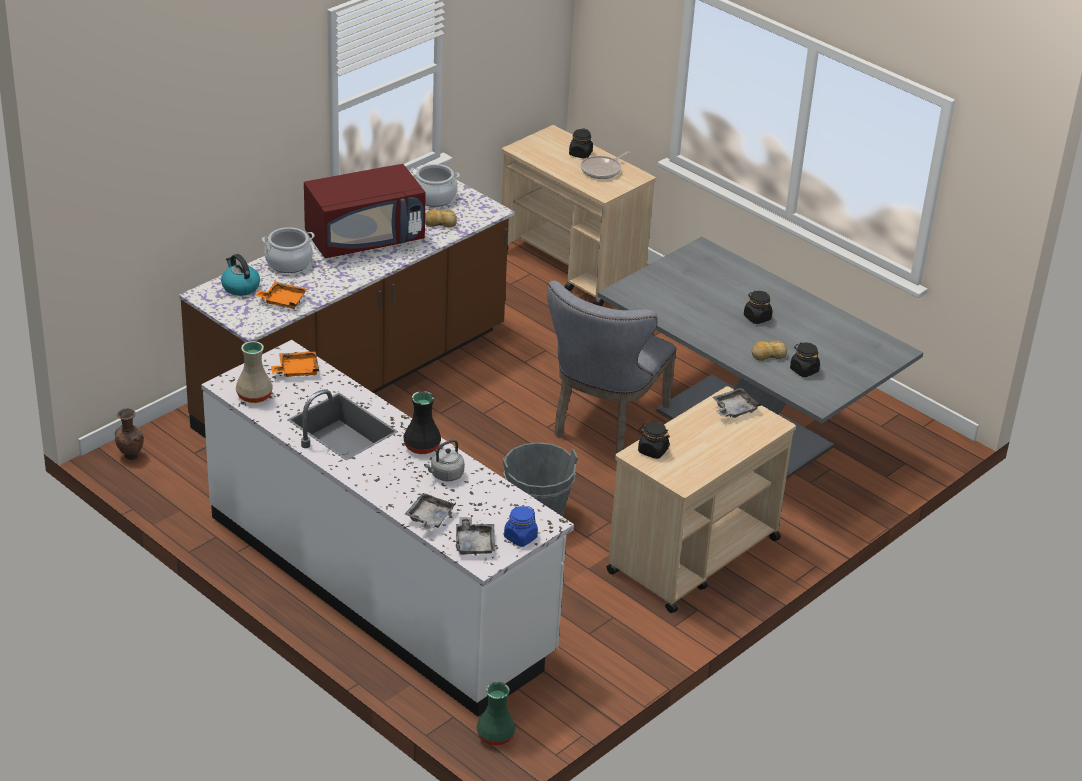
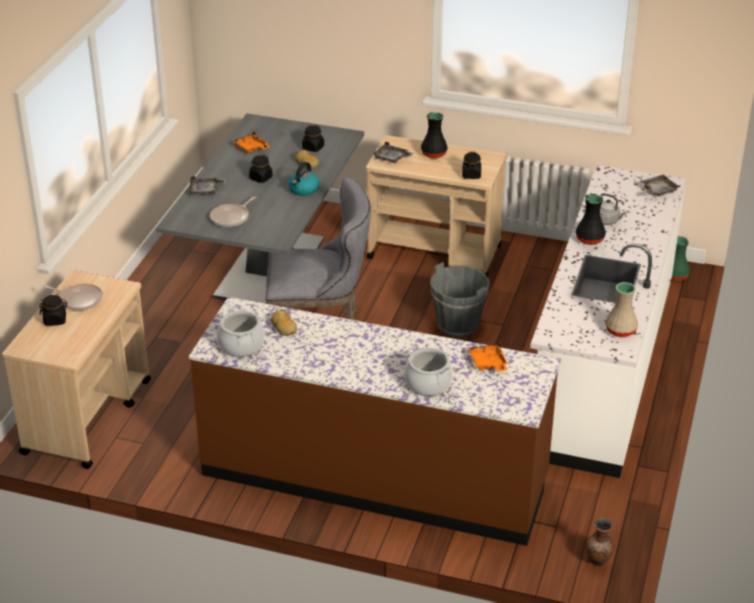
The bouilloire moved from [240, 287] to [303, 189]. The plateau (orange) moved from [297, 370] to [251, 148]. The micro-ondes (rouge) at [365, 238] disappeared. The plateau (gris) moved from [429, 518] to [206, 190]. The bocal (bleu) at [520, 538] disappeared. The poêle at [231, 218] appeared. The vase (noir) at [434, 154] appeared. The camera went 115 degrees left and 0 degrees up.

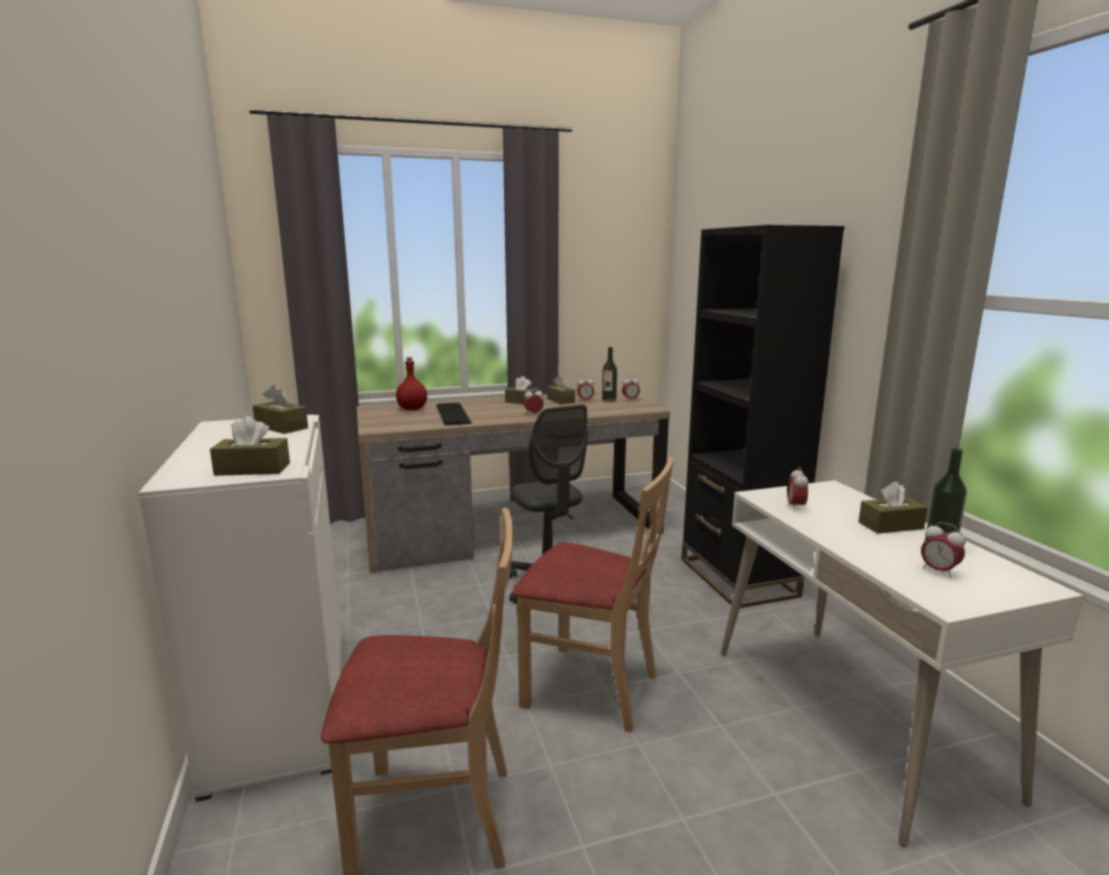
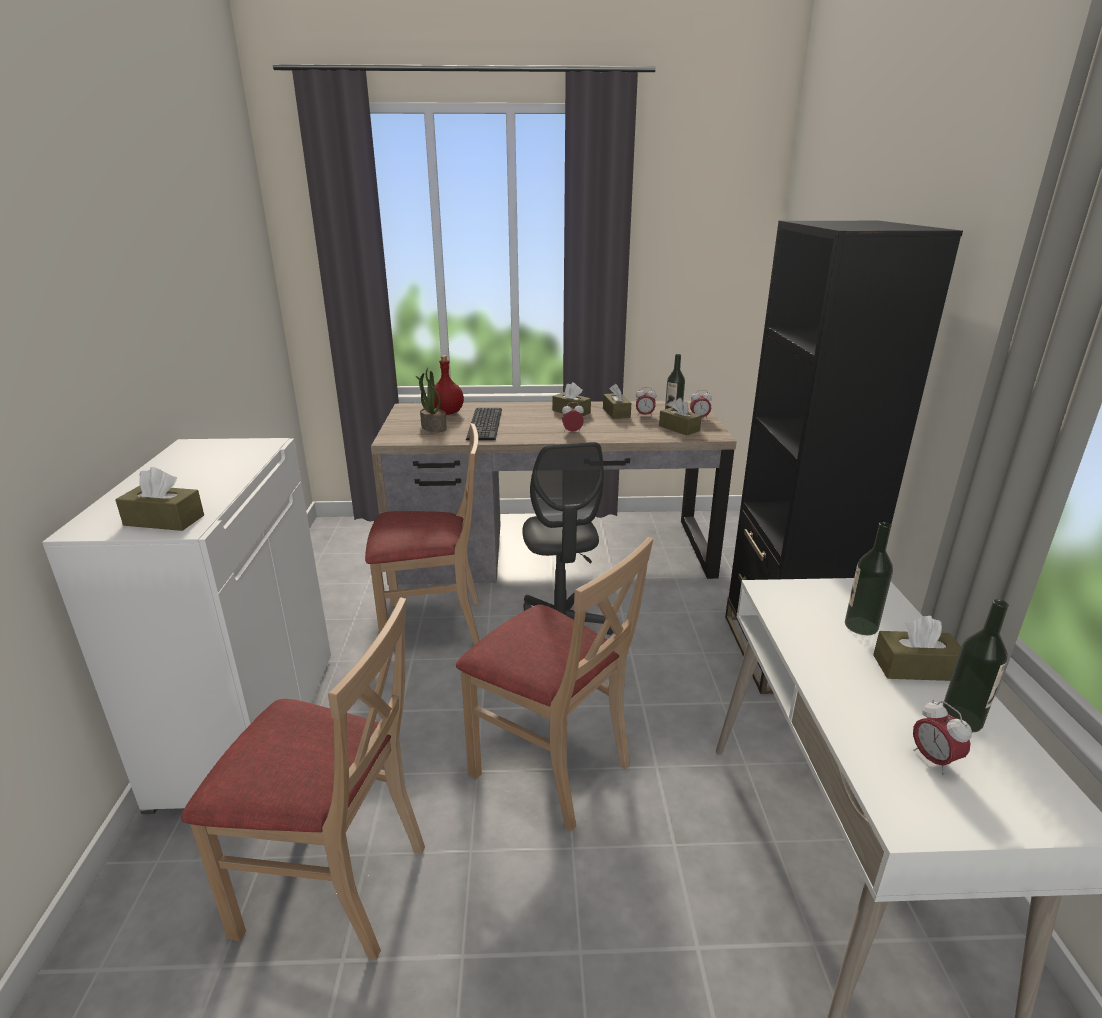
The boîte à mouchoirs (marron) moved from [281, 427] to [679, 428]. The réveil at [795, 507] disappeared. The chaise (beige) at [433, 624] appeared. The plante en pot at [433, 427] appeared. The bouteille at [861, 626] appeared. The camera went 15 degrees right and 10 degrees up.

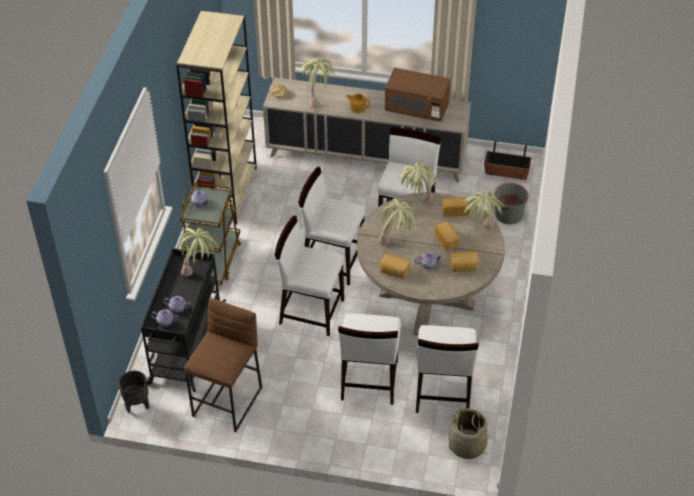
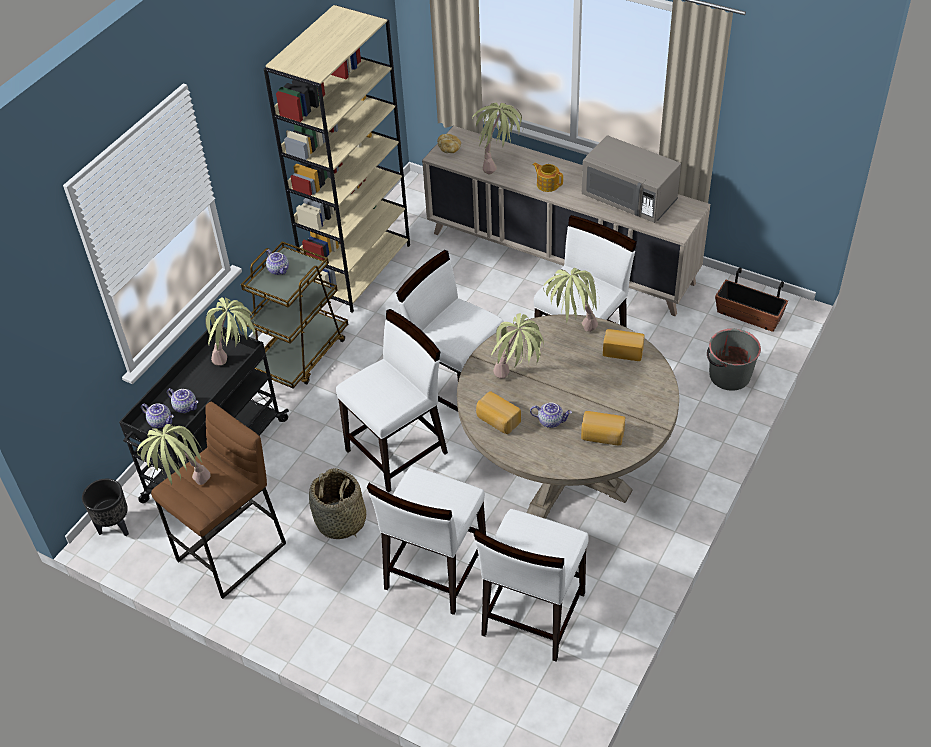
The chaise (blanc) at [311, 311] turned 105 degrees clockwise. The micro-ondes (marron) at [417, 108] became the micro-ondes (gris) at [629, 199]. The pain at [447, 240] disappeared. The panier moved from [467, 445] to [341, 521]. The plante en pot moved from [480, 232] to [183, 488]. The camera went 20 degrees right and 0 degrees up.

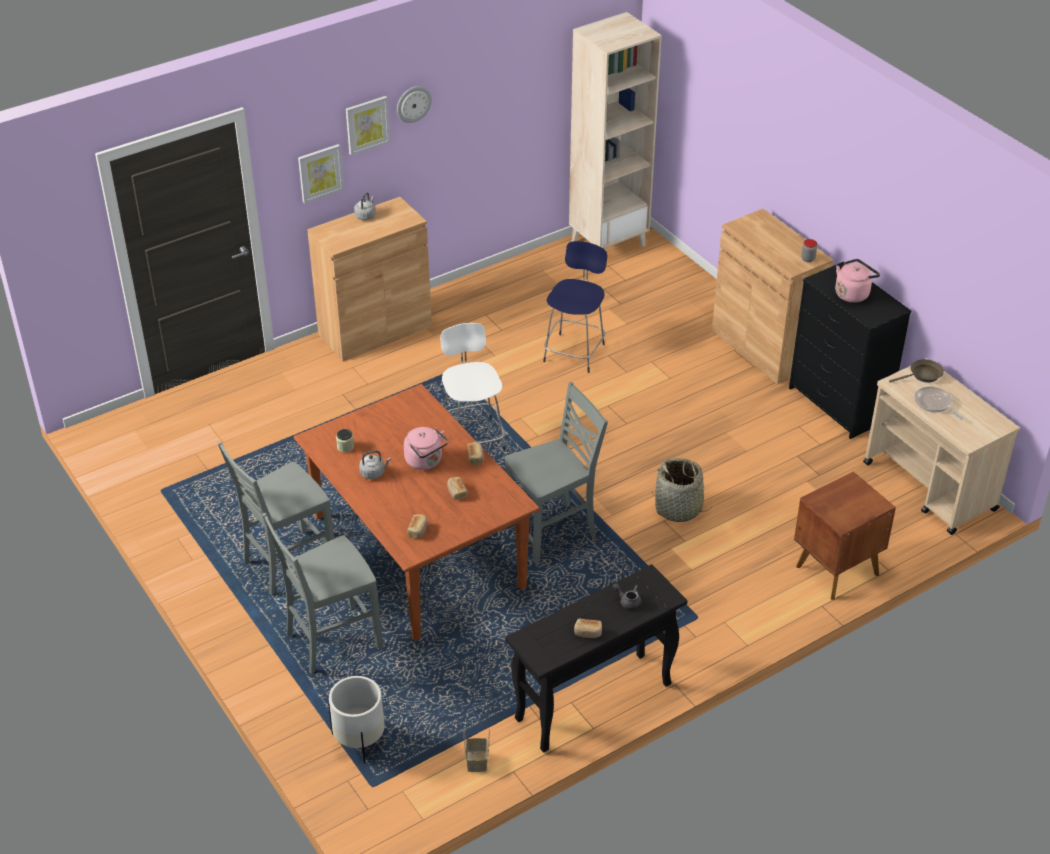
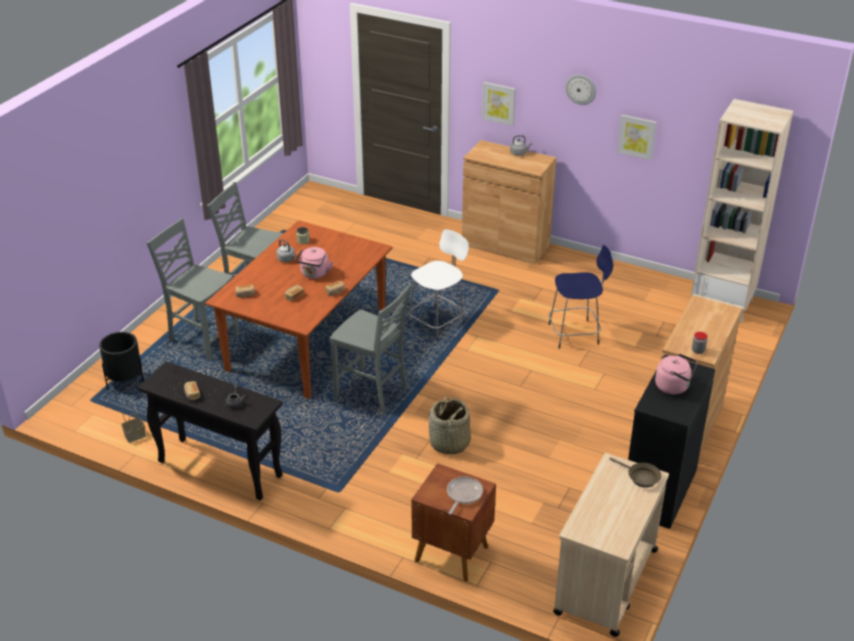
The cache-pot (blanc) at [359, 740] became the cache-pot (noir) at [125, 381]. The tableau moved from [367, 124] to [637, 136]. The poêle moved from [934, 404] to [463, 494]. The camera went 60 degrees right and 5 degrees down.

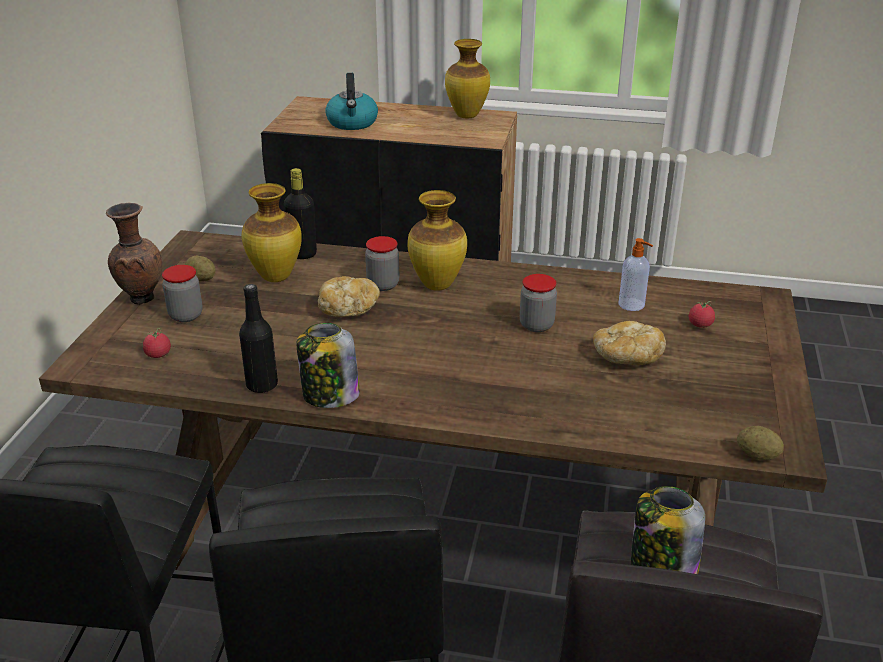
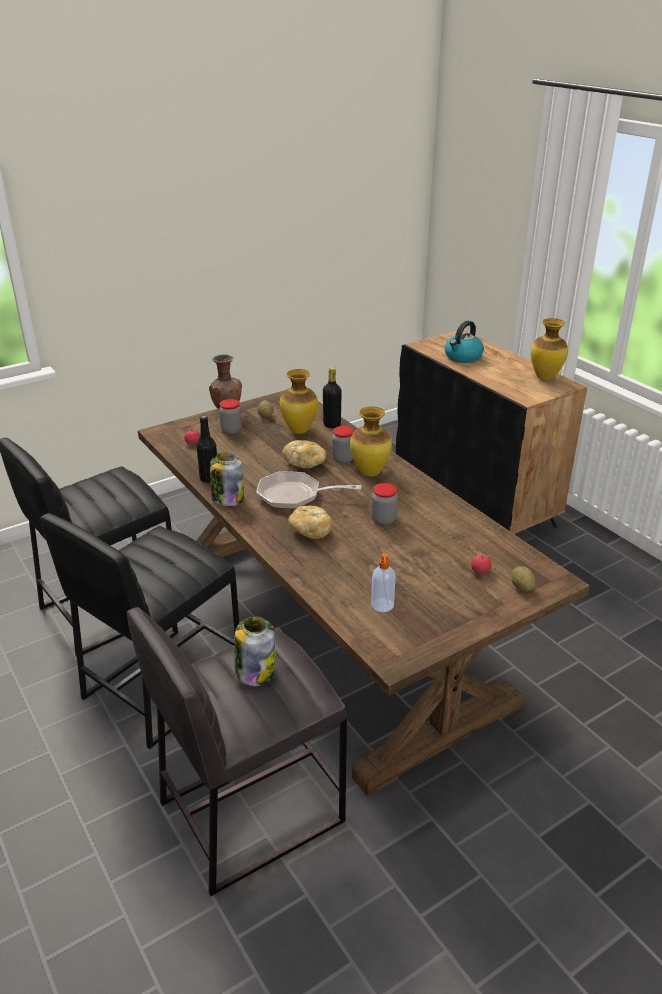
The pain moved from [626, 358] to [310, 531]. The distributeur de savon moved from [632, 305] to [382, 606]. The pomme de terre moved from [757, 455] to [522, 587]. The poêle at [294, 495] appeared. The camera went 45 degrees right and 0 degrees up.

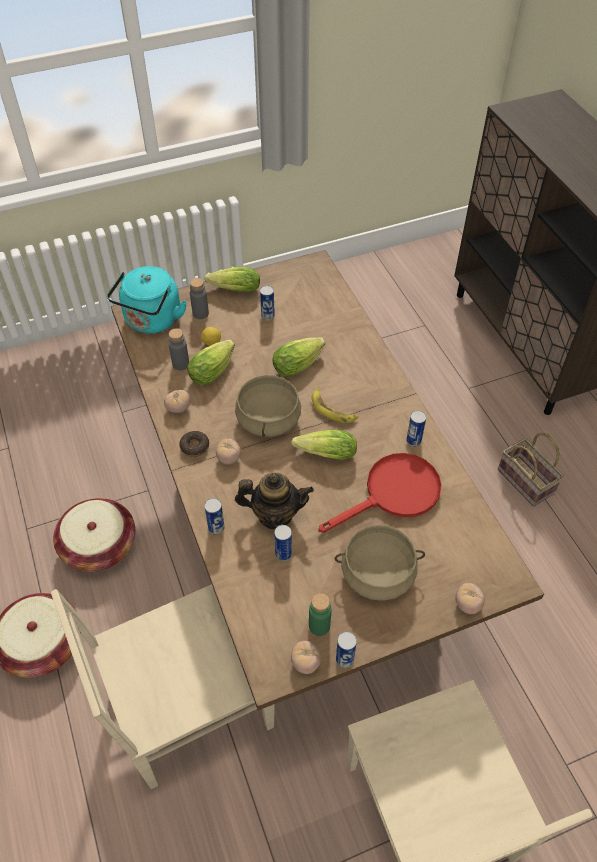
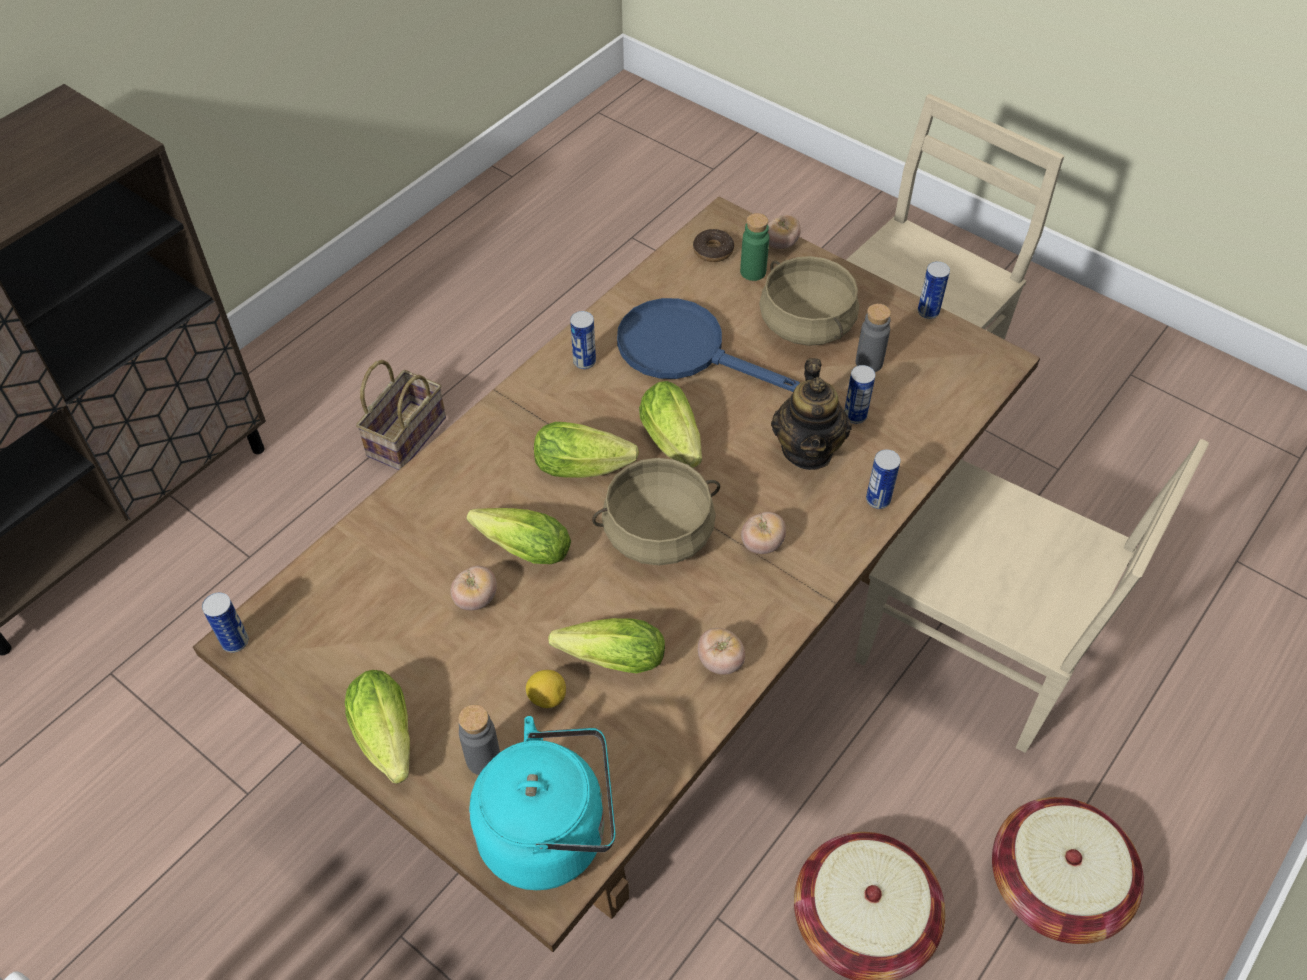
The bouteille (gris) moved from [180, 364] to [869, 362]. The beignet moved from [194, 447] to [713, 251]. The théière at [275, 514] turned 150 degrees counterclockwise. The boîte métallique moved from [267, 316] to [235, 641]. The tomate moved from [305, 662] to [476, 599]. The bouteille (vert) moved from [319, 626] to [753, 272]. The banane at [332, 409] was replaced by the laitue at [587, 466]. The poêle (rouge) at [393, 494] became the poêle (bleu) at [685, 350]. The camera went 120 degrees left and 0 degrees up.

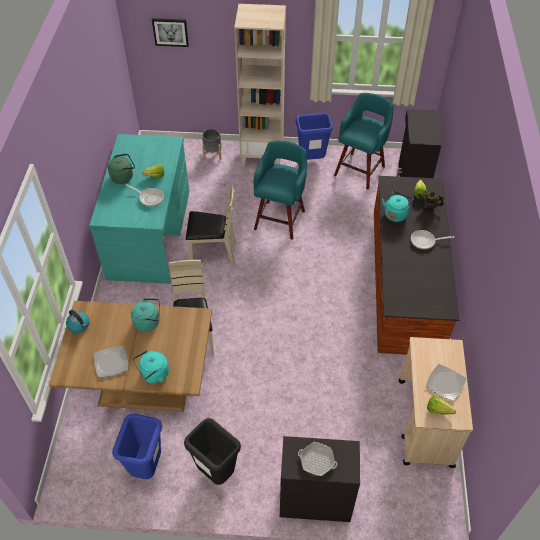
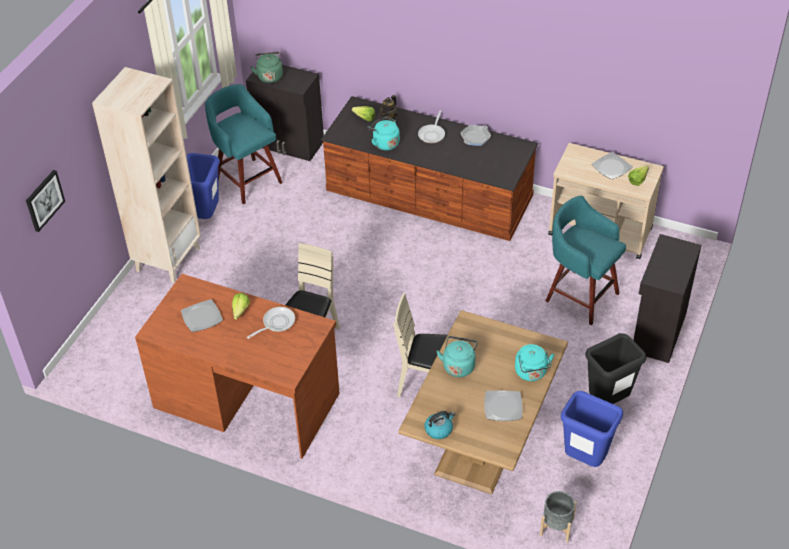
The bureau (turquoise) at [150, 234] became the bureau (marron) at [246, 399]. The bouilloire (vert) moved from [123, 176] to [269, 76]. The cache-pot (gris) moved from [212, 154] to [556, 527]. The tabouret (turquoise) moved from [280, 219] to [580, 296]. The poêle moved from [317, 461] to [475, 137]. The assiette at [201, 317] appeared. The camera went 70 degrees left and 5 degrees down.

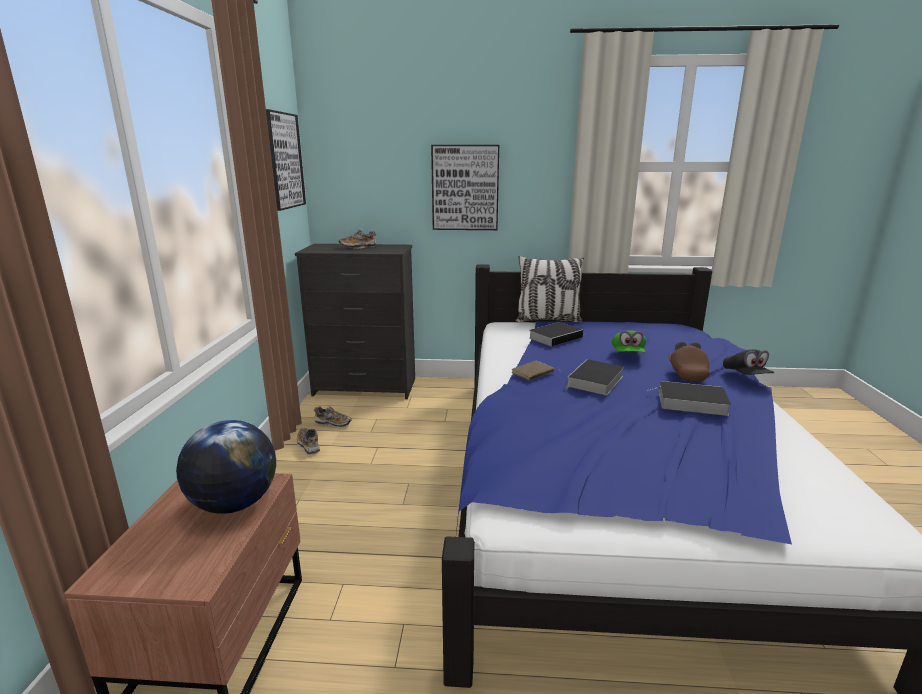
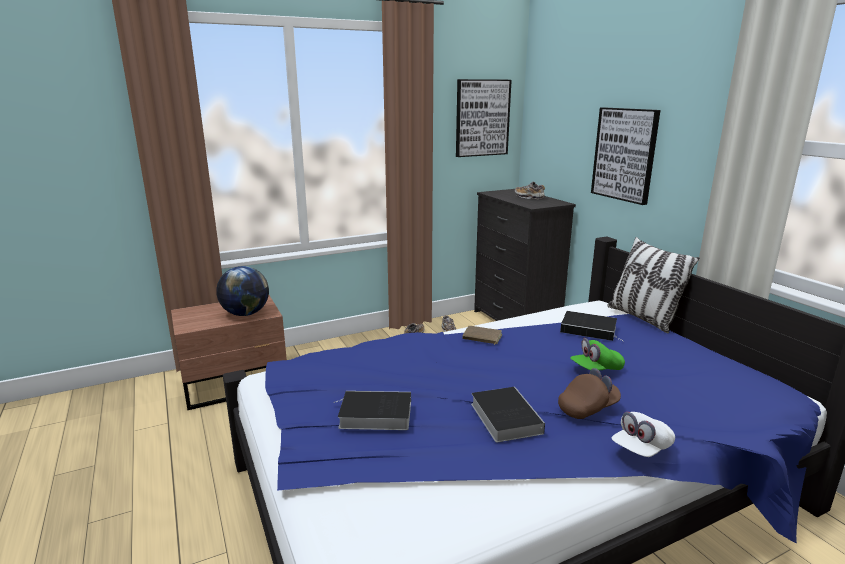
The livre moved from [595, 381] to [373, 415]. The casquette (noir) at [746, 375] became the casquette (blanc) at [641, 448]. The camera went 60 degrees right and 0 degrees up.

